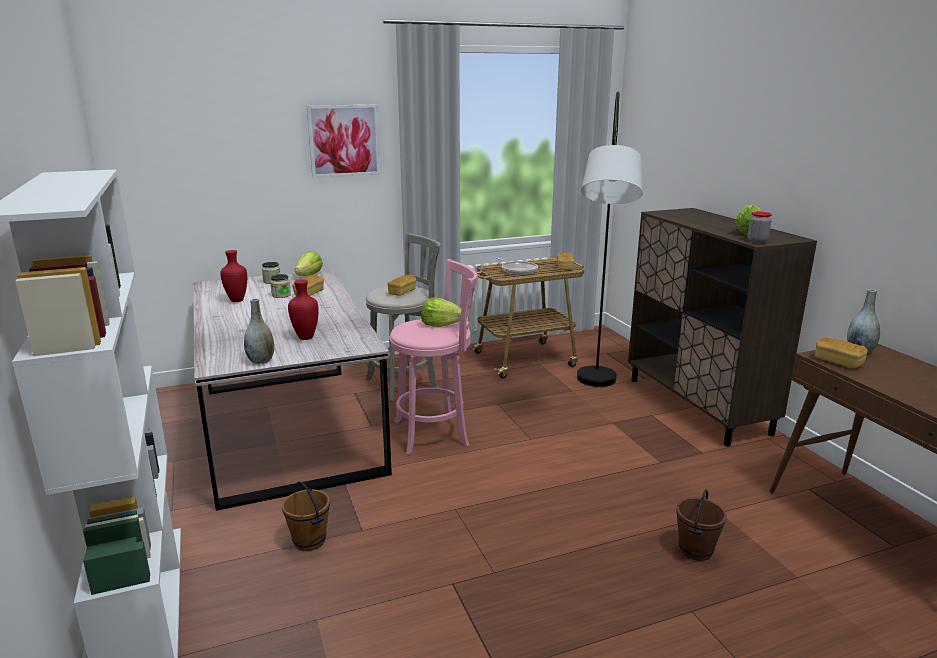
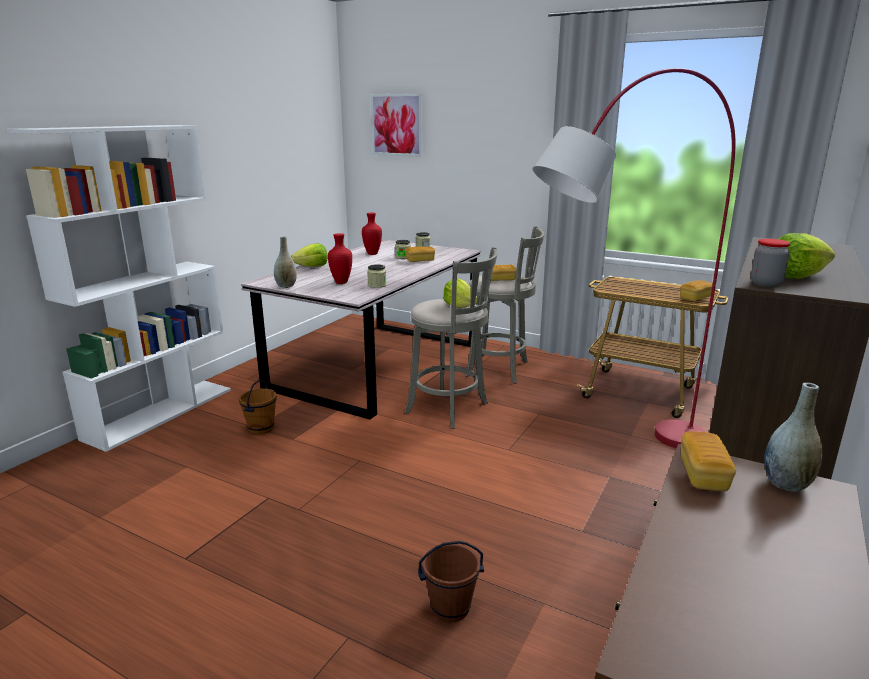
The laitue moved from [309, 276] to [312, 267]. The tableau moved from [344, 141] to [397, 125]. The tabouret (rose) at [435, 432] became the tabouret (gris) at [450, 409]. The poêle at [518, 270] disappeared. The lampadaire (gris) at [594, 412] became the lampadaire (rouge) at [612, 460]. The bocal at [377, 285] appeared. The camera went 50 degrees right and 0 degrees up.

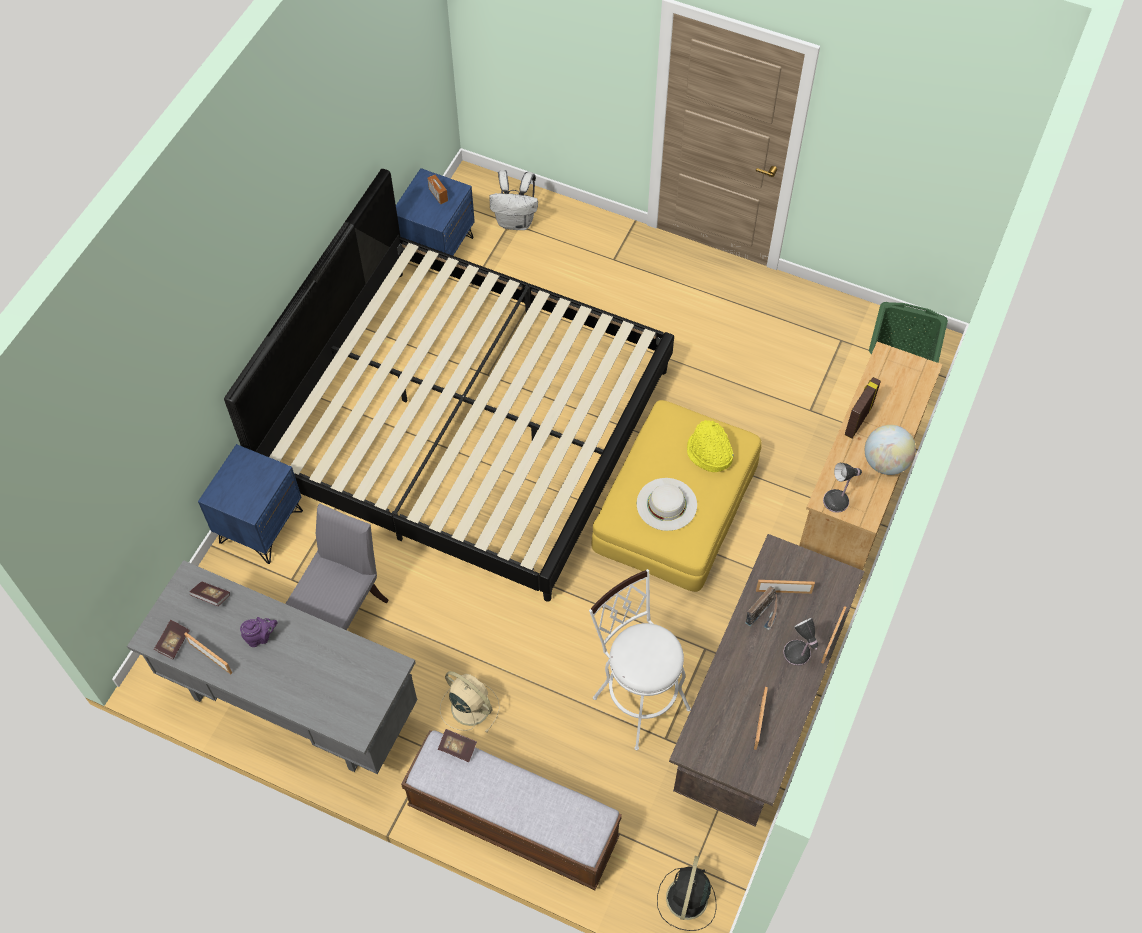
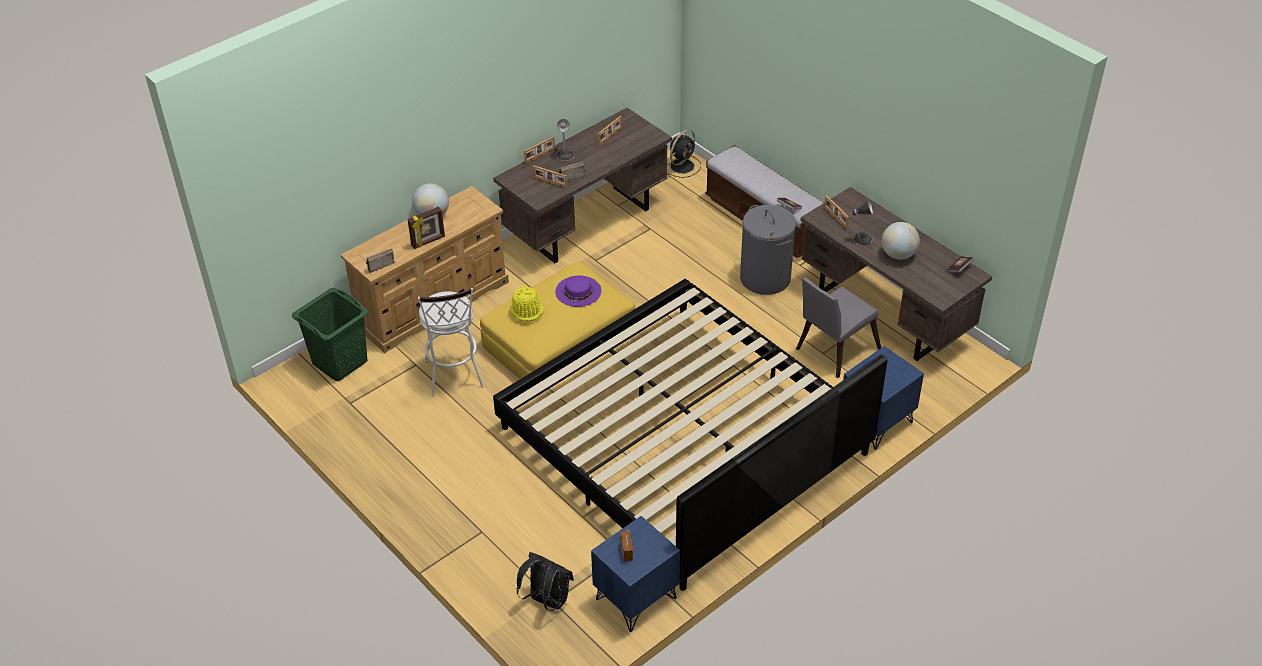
The bureau (gris) at [290, 703] became the bureau (marron) at [885, 314]. The cadre photo moved from [211, 657] to [835, 218]. The livre at [211, 597] disappeared. The théière (violet) at [261, 637] was replaced by the globe at [898, 254]. The ventilateur (beige) at [469, 706] was replaced by the panier à linge (gris) at [765, 278]. The sac à dos (blanc) at [516, 221] became the sac à dos (noir) at [547, 600]. The tabouret (blanc) moved from [636, 697] to [454, 377]. The chapeau (blanc) at [666, 504] became the chapeau (violet) at [578, 291]. The lampe de table moved from [838, 500] to [861, 239]. The radio at [379, 265] appeared. The camera went 155 degrees left and 15 degrees down.

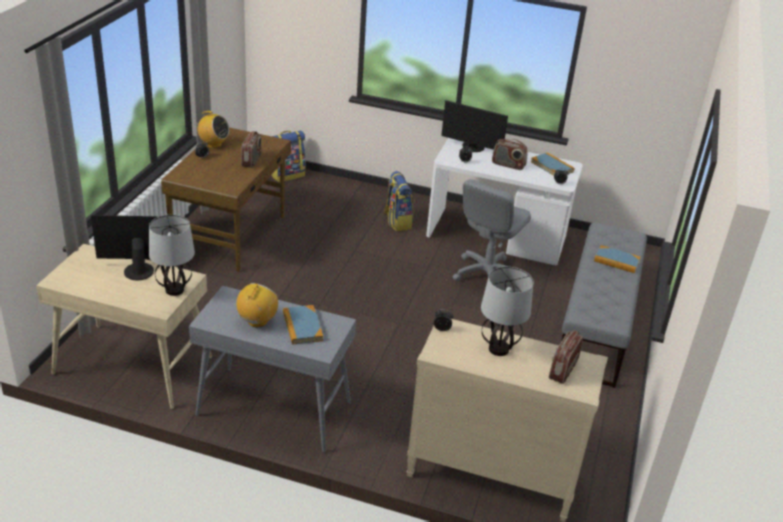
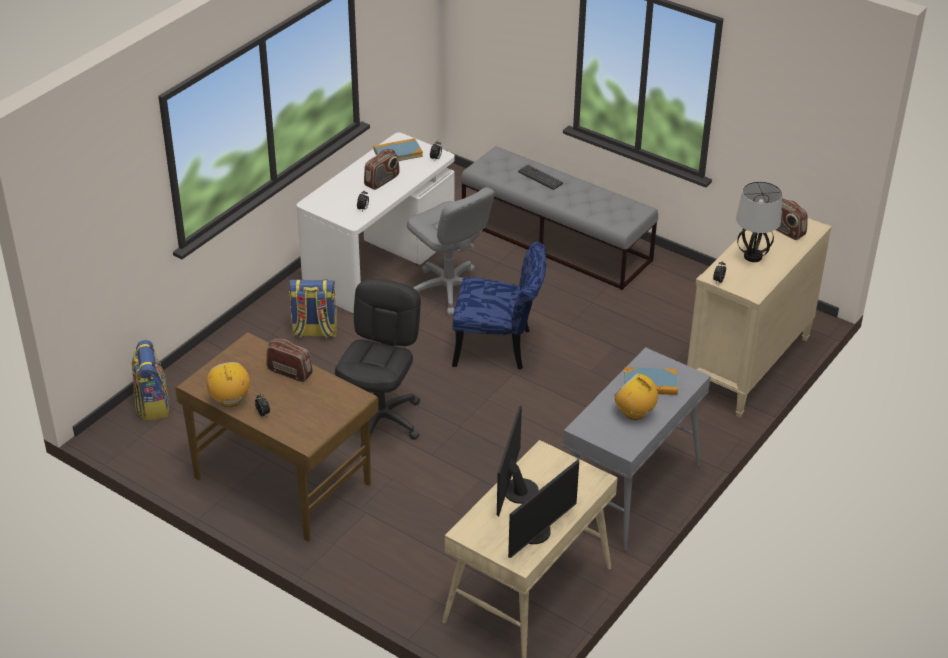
The lampe de table at [174, 290] disappeared. The radio at [213, 144] turned 60 degrees counterclockwise. The écran d'ordinateur moved from [472, 148] to [536, 533]. The livre at [616, 261] was replaced by the clavier at [540, 177]. The chaise de bureau (noir) at [380, 420] appeared. The chaise (bleu) at [500, 348] appeared. The camera went 70 degrees left and 5 degrees up.

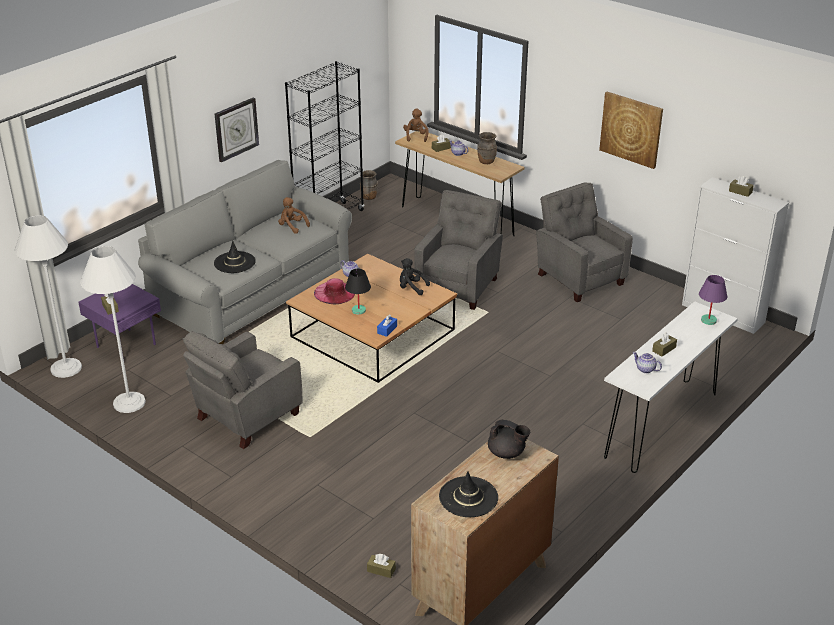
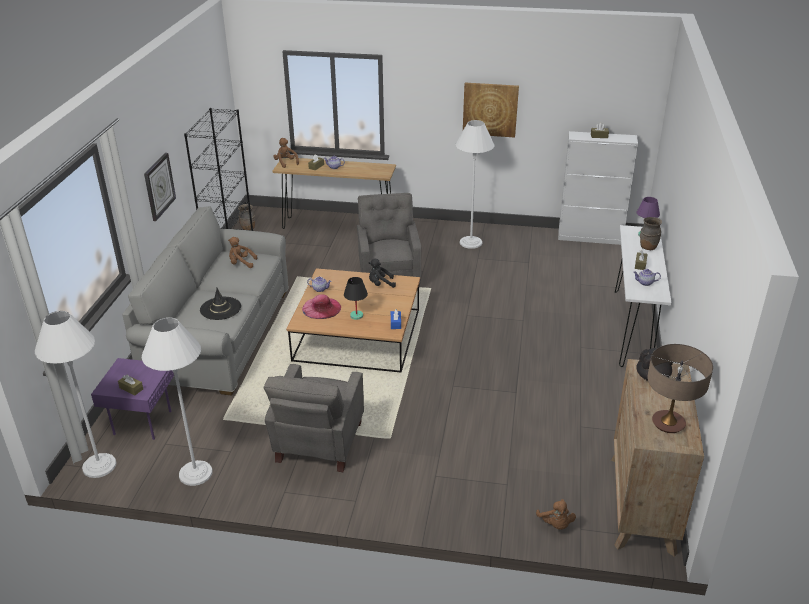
The boîte à mouchoirs (marron) at [381, 570] was replaced by the peluche (marron) at [555, 524]. The chapeau (noir) at [468, 497] was replaced by the lampe de table at [668, 424]. The vase (marron) moved from [486, 162] to [647, 247]. The fauteuil (gris) at [579, 278] was replaced by the lampadaire (blanc) at [470, 242]. The camera went 30 degrees left and 0 degrees up.

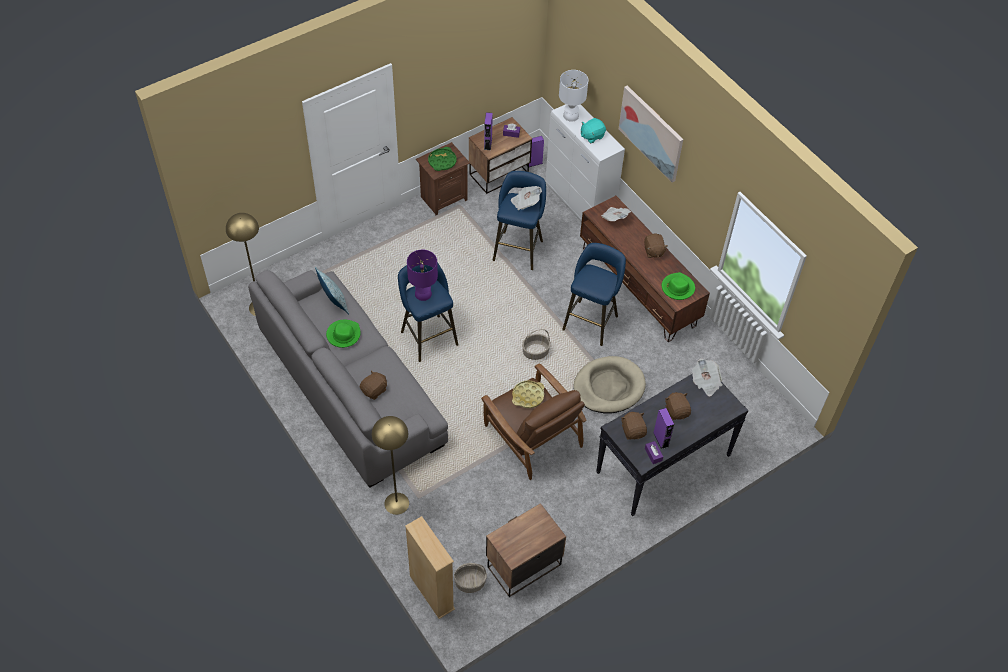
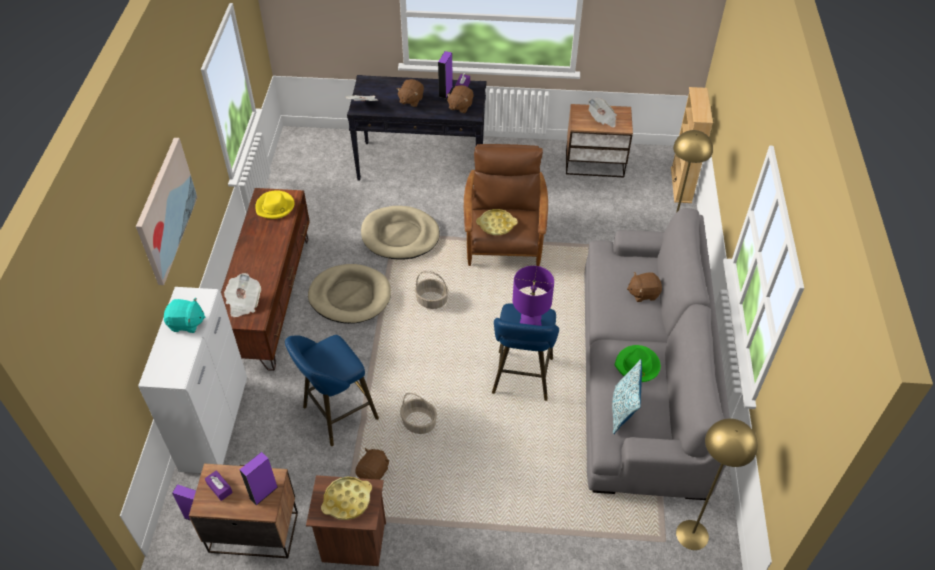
The plateau (vert) at [442, 161] became the plateau (jaune) at [347, 500]. The panier moved from [470, 582] to [418, 422]. The journal moved from [525, 202] to [602, 119]. The lampe de table (blanc) at [570, 115] disappeared. The tabouret (bleu) at [591, 320] was replaced by the panier pour chien (beige) at [350, 296]. The peluche (marron) moved from [653, 251] to [373, 472]. The chapeau (vert) at [677, 288] became the chapeau (jaune) at [275, 207]. The camera went 140 degrees left and 5 degrees down.

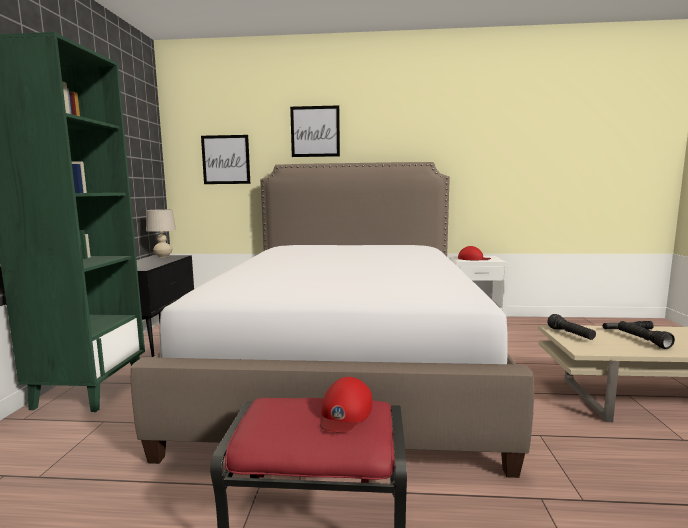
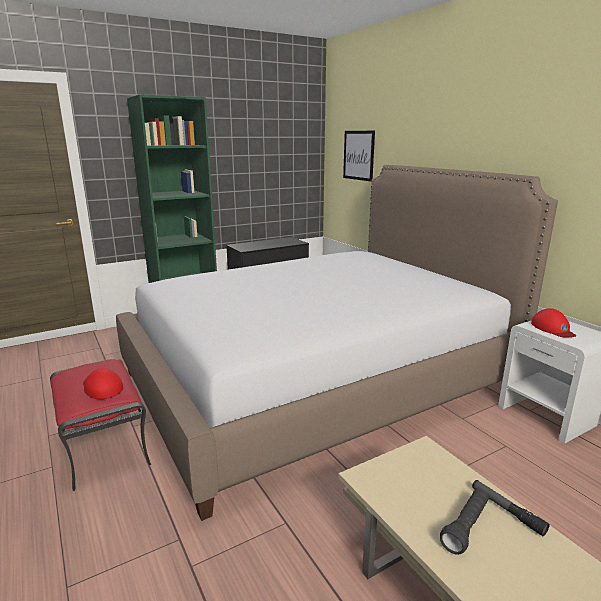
The lampe de table (beige) at [163, 256] disappeared. The tableau at [315, 131] disappeared. The casquette (rouge) at [345, 412] turned 60 degrees clockwise. The lampe de poche (noir) at [570, 334] disappeared. The camera went 55 degrees right and 10 degrees up.

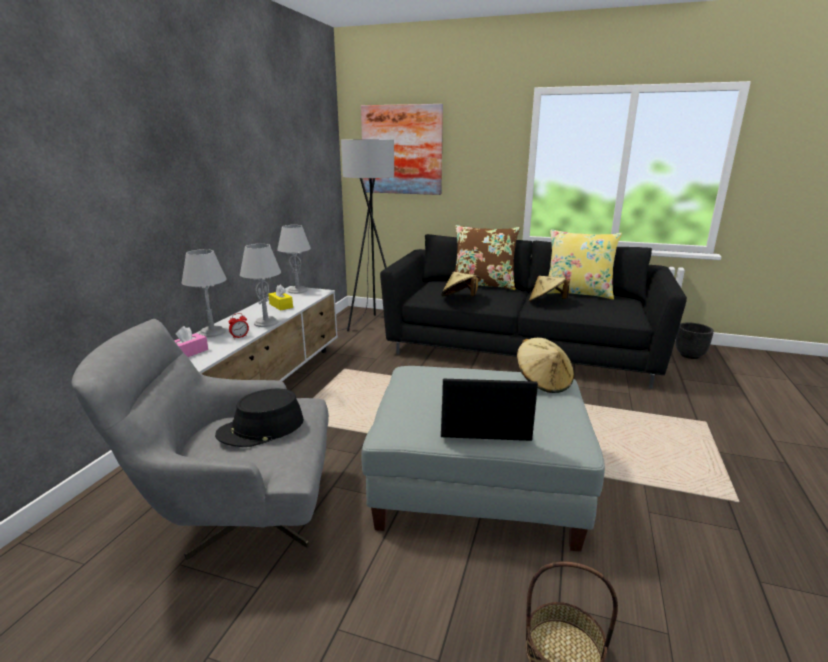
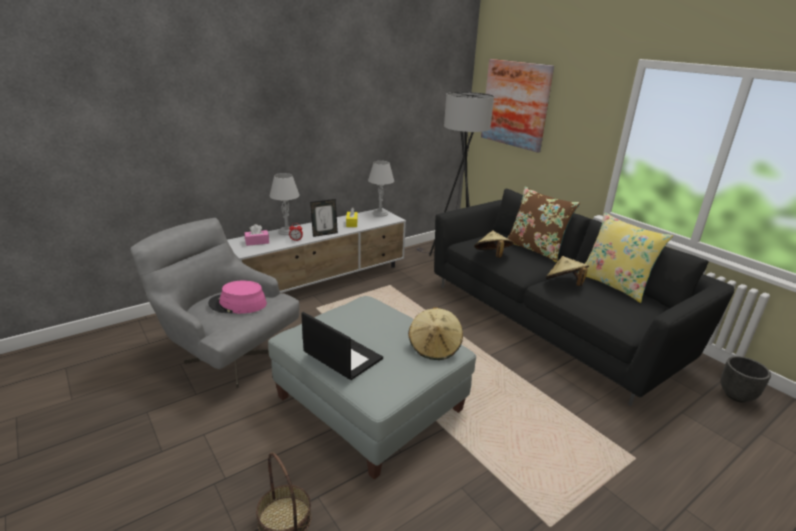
The chapeau (noir) at [261, 428] became the chapeau (rose) at [238, 304]. The lampe de table (gris) at [266, 322] was replaced by the cadre photo at [324, 234]. The camera went 35 degrees right and 5 degrees up.

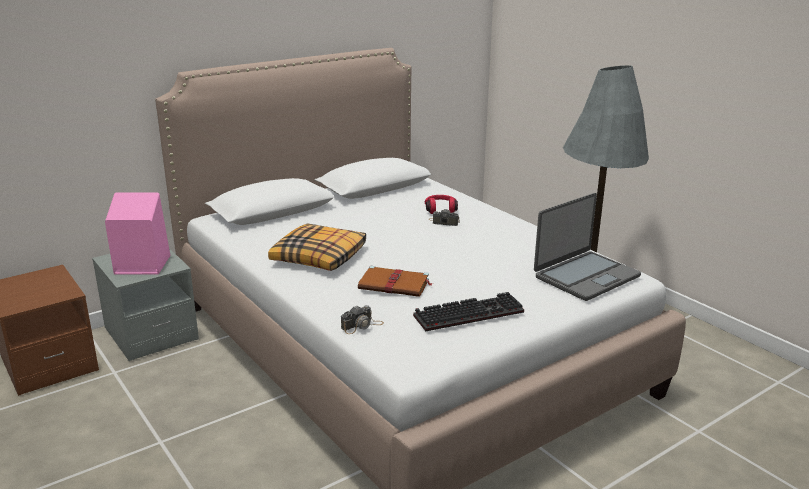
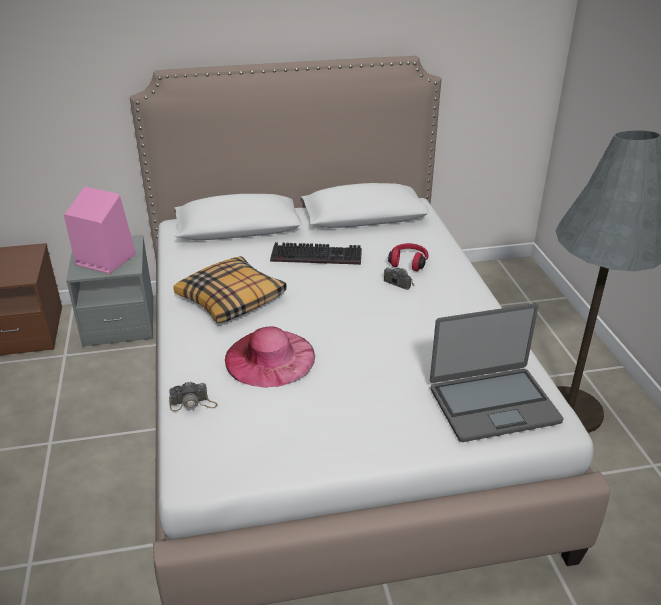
The livre (marron) at [395, 285] was replaced by the chapeau (rose) at [270, 357]. The clavier moved from [469, 313] to [318, 255]. The camera went 25 degrees right and 10 degrees up.

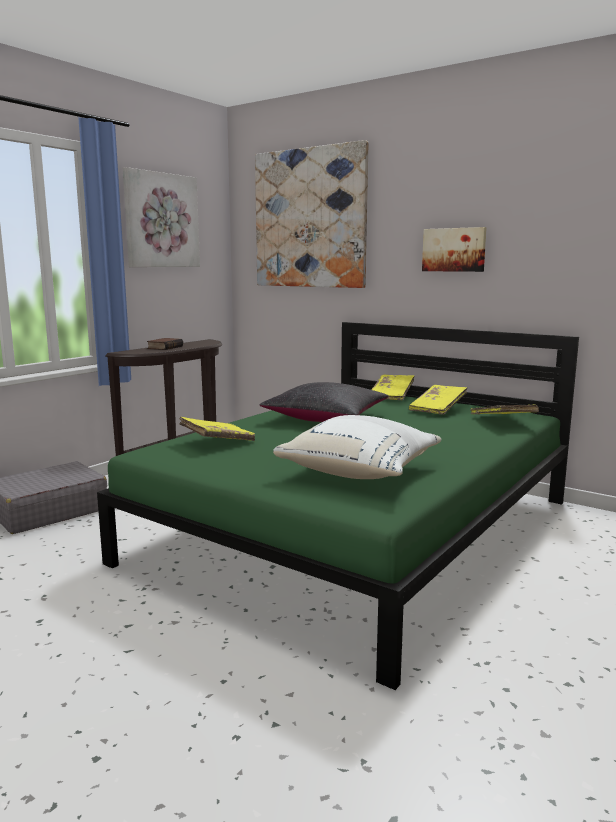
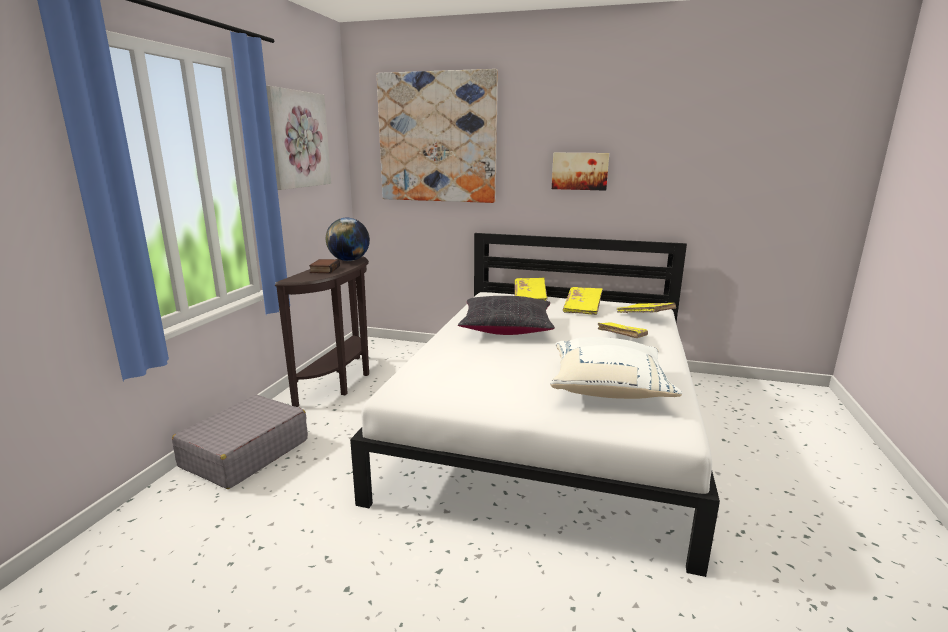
The lit (vert) at [360, 530] became the lit (blanc) at [550, 422]. The livre (jaune) moved from [217, 441] to [621, 339]. The globe at [349, 260] appeared. The camera went 20 degrees left and 5 degrees up.

